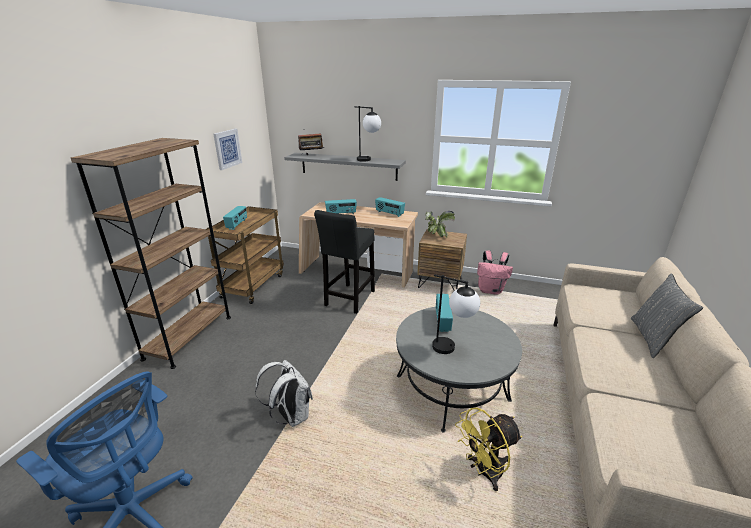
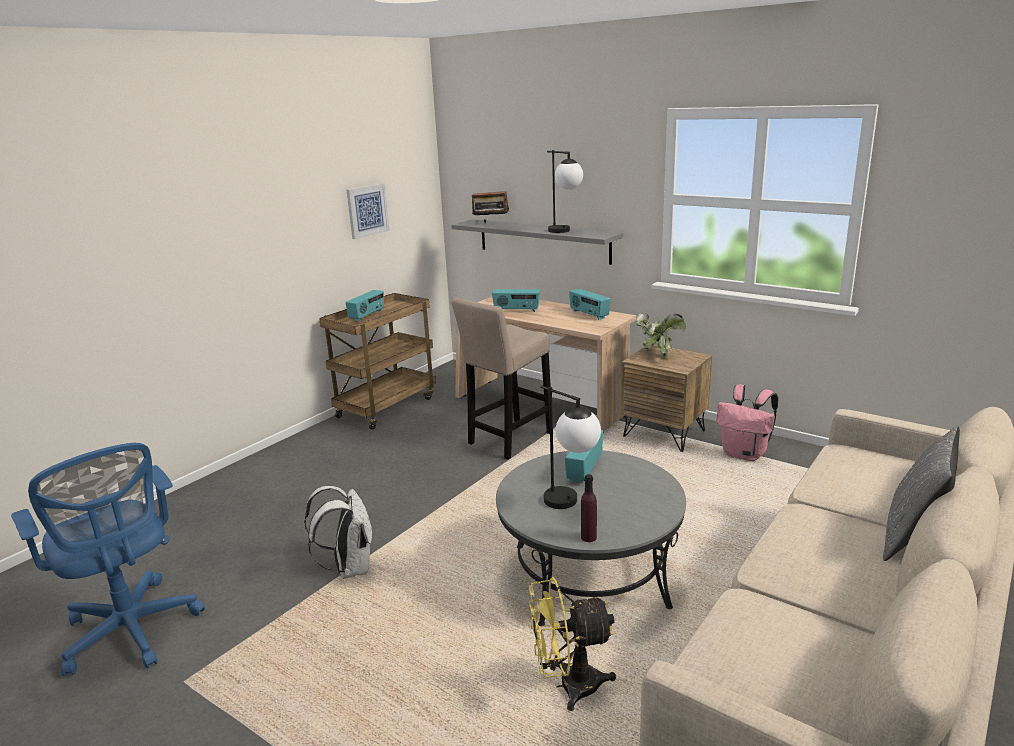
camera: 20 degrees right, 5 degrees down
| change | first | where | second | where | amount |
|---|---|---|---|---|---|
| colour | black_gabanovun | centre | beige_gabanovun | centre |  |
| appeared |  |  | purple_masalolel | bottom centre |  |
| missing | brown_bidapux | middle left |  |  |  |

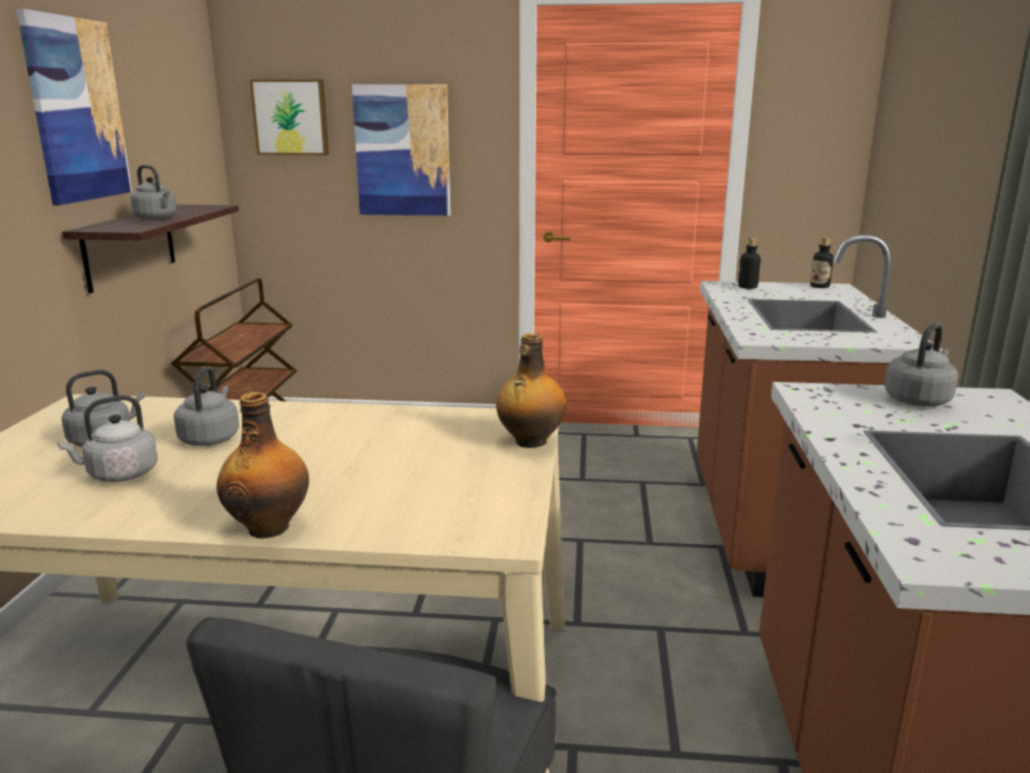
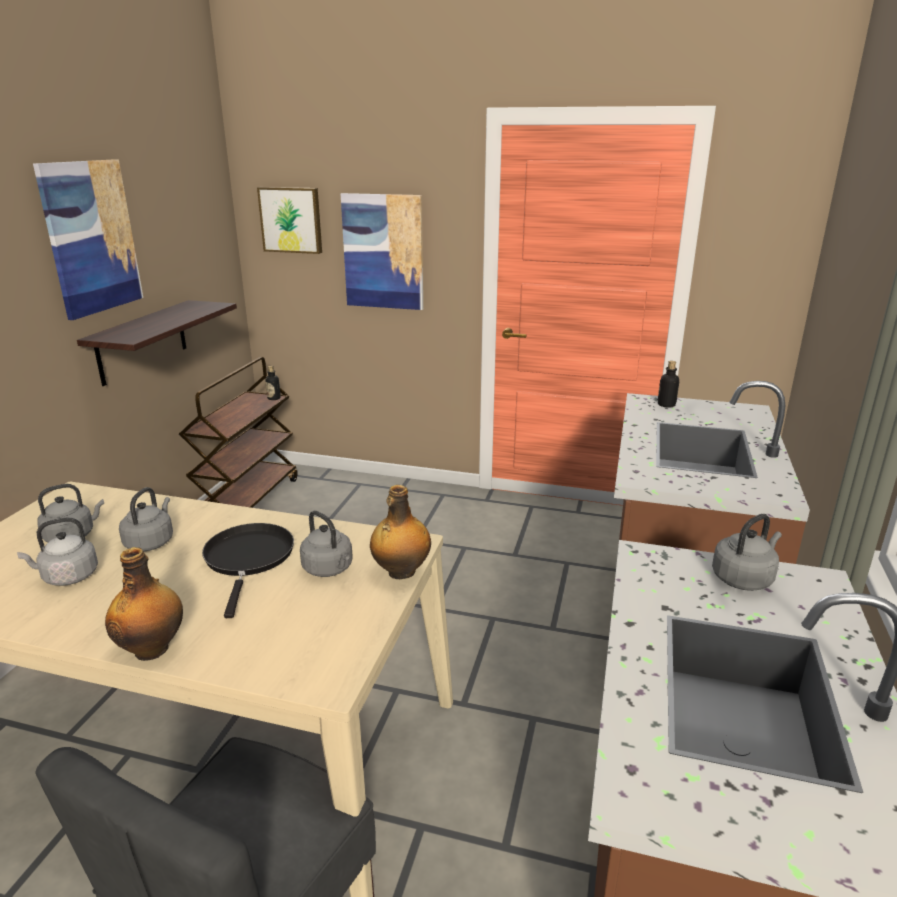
camera: 10 degrees right, 5 degrees up
| change | first | where | second | where | amount |
|---|---|---|---|---|---|
| appeared |  |  | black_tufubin | middle left |  |
| relocated | masalolel (no. 4 from left in the first image) | middle right | masalolel (no. 2 from left) | middle left |  |
| relocated | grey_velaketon (no. 3 from left in the first image) | top left | grey_velaketon (no. 4 from left) | centre |  |

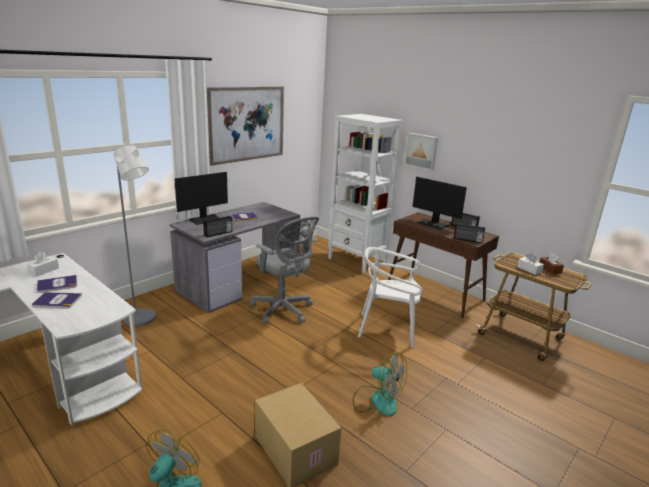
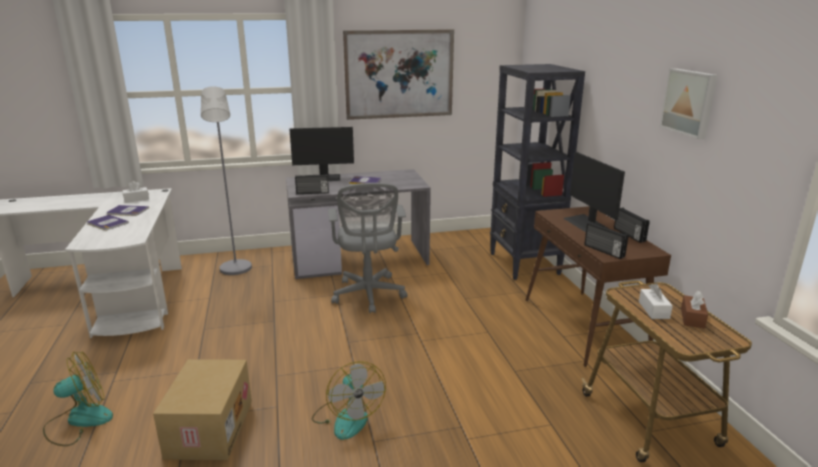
camera: 35 degrees right, 0 degrees up
| change | first | where | second | where | amount |
|---|---|---|---|---|---|
| colour | white_bidapux | centre | black_bidapux | centre |  |
| relocated | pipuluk (no. 2 from left) | top centre |  | top right |  |
| missing | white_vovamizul | centre |  |  |  |

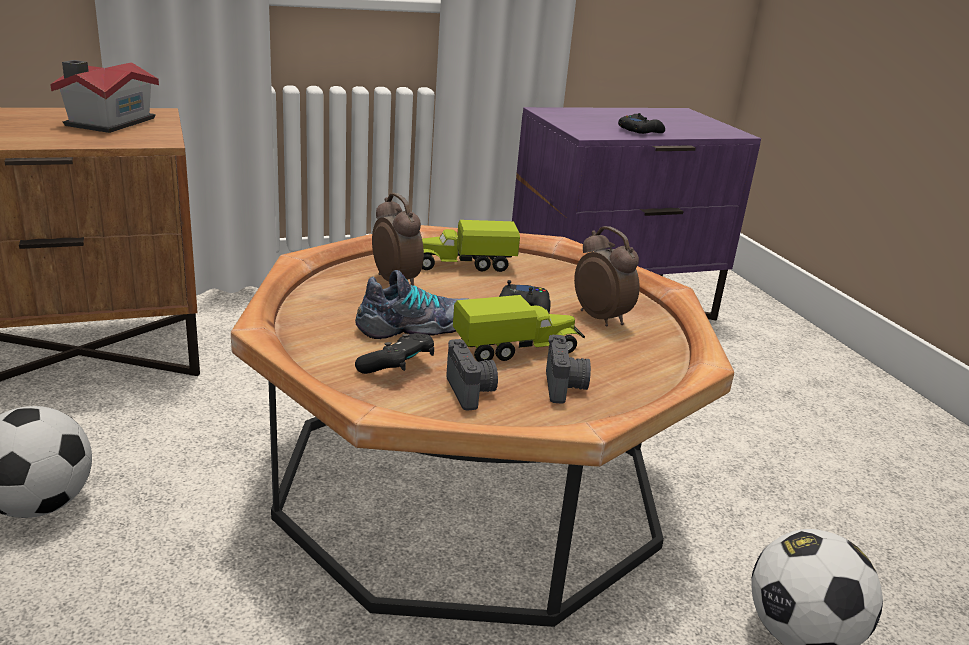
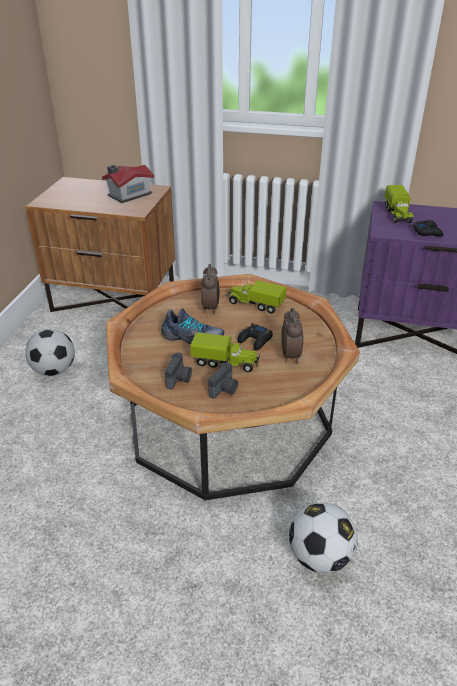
camera: 35 degrees right, 10 degrees up
| change | first | where | second | where | amount |
|---|---|---|---|---|---|
| appeared |  |  | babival (no. 3 from left) | top right |  |
| missing | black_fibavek (no. 1 from left) | centre |  |  |  |

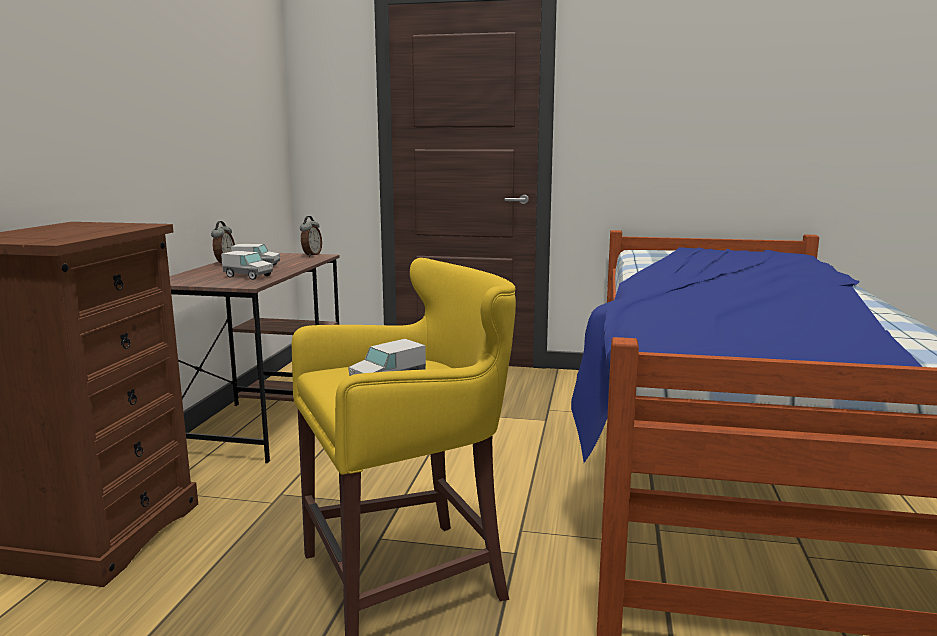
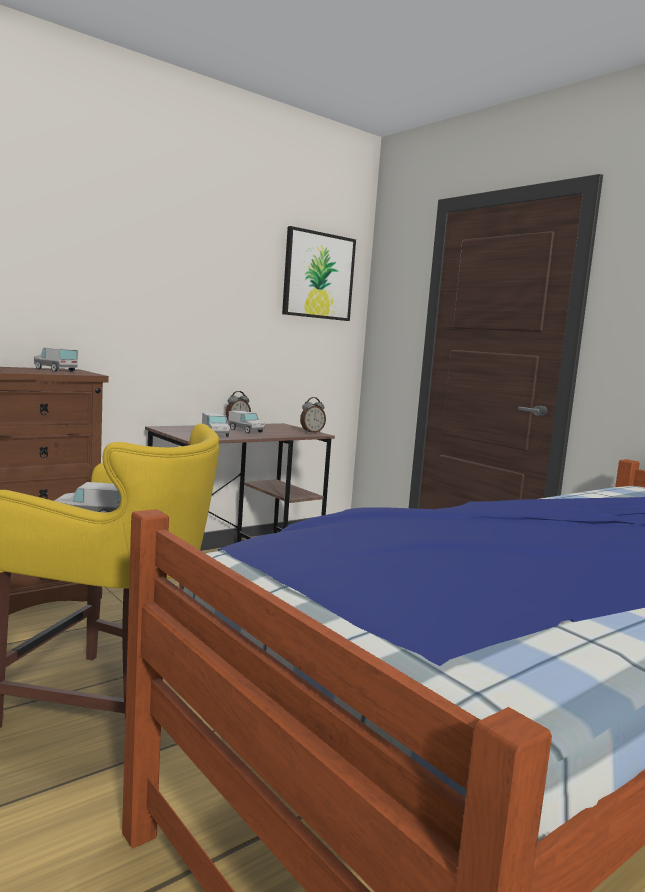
camera: 40 degrees right, 5 degrees down
| change | first | where | second | where | amount |
|---|---|---|---|---|---|
| appeared |  |  | babival (no. 1 from left) | middle left |  |
| appeared |  |  | pipuluk | top centre |  |

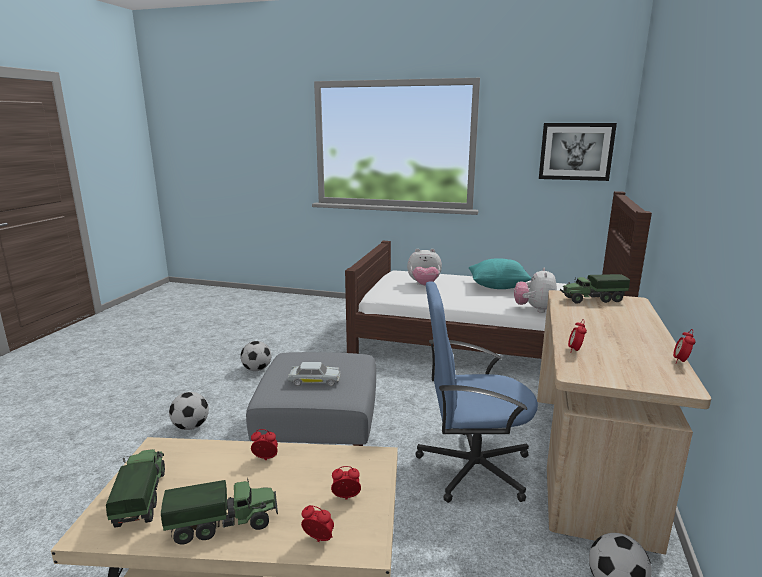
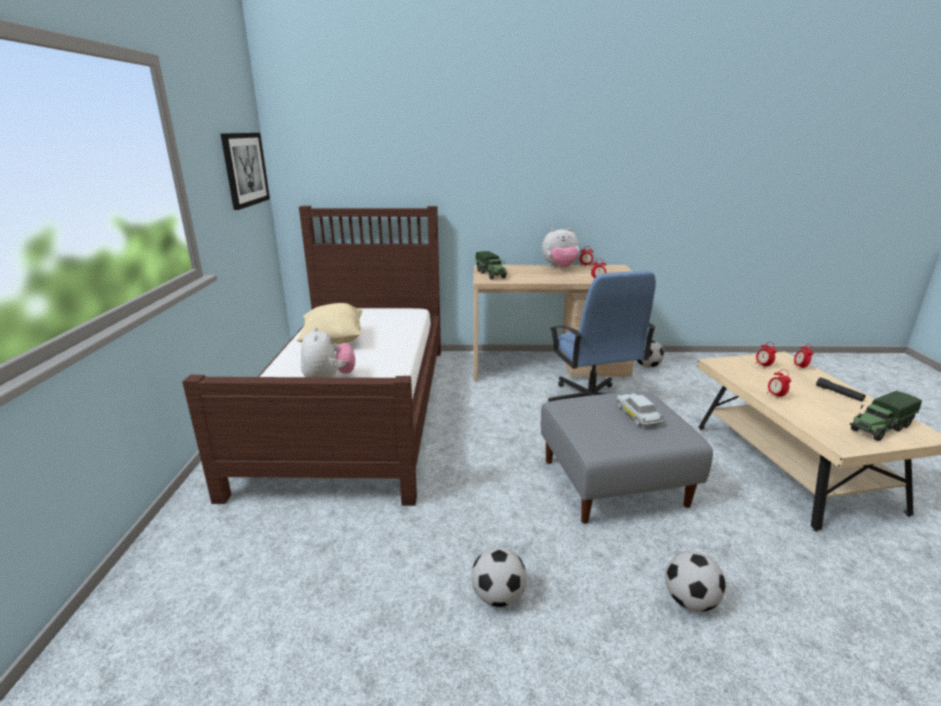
camera: 105 degrees left, 5 degrees up
| change | first | where | second | where | amount |
|---|---|---|---|---|---|
| colour | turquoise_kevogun | centre | beige_kevogun | centre |  |
| relocated | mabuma (no. 2 from left) | middle right |  | centre |  |
| exchanged | babival (no. 2 from left) | bottom left | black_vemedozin | middle right |  |

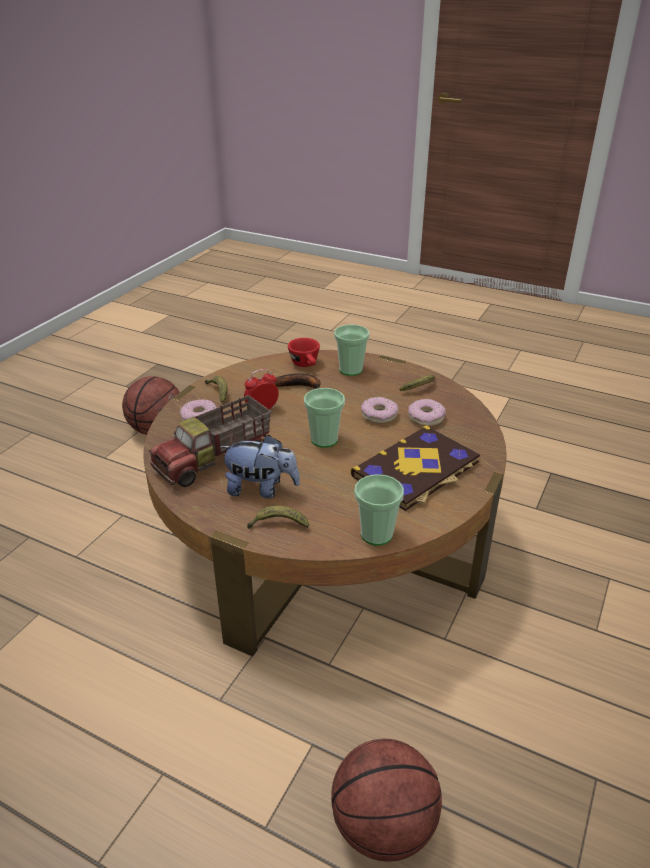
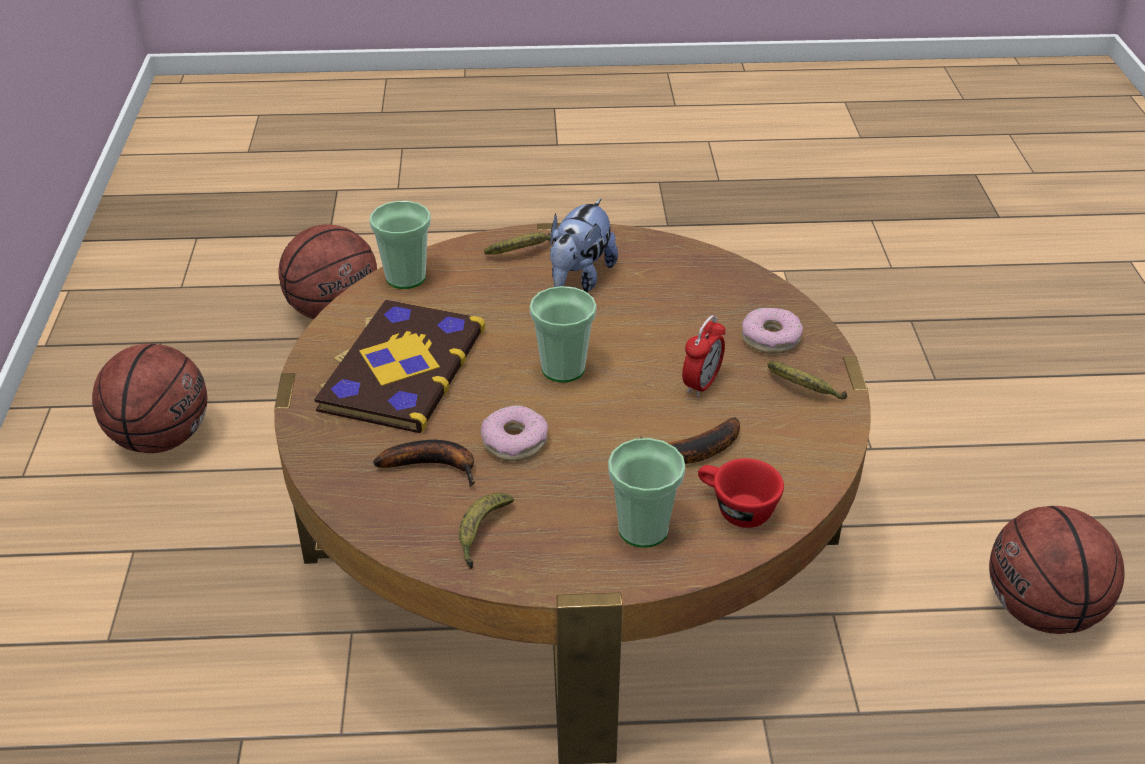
camera: 150 degrees right, 5 degrees up
| change | first | where | second | where | amount |
|---|---|---|---|---|---|
| appeared |  |  | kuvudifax (no. 1 from left) | middle left |  |
| exchanged | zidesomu (no. 3 from left) | centre | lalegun (no. 1 from left) | centre |  |
| spun | mabuma | centre |  | top centre | 45 degrees counterclockwise |
| missing | babival | middle left |  |  |  |

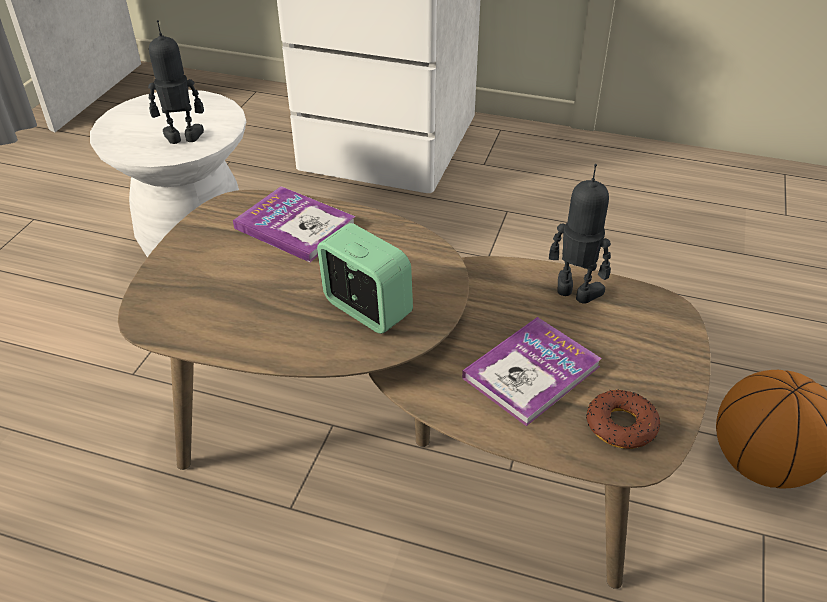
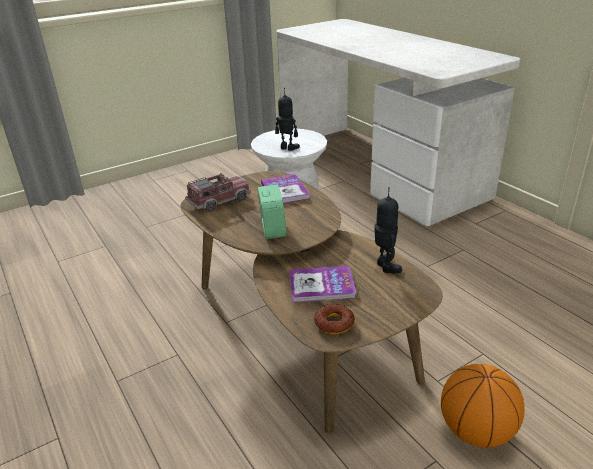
camera: 40 degrees right, 10 degrees down
| change | first | where | second | where | amount |
|---|---|---|---|---|---|
| appeared |  |  | babival | centre |  |

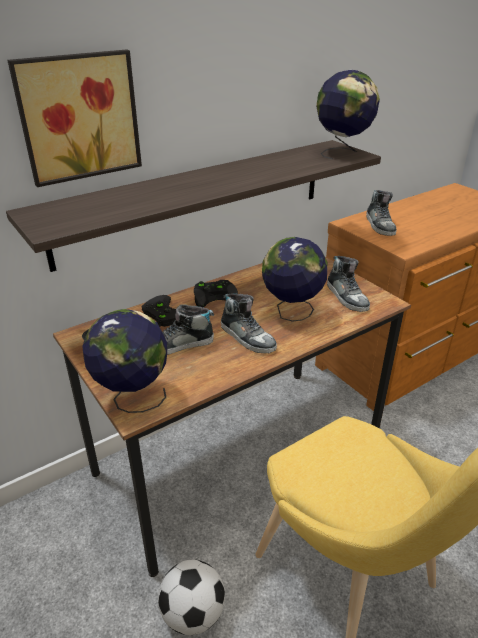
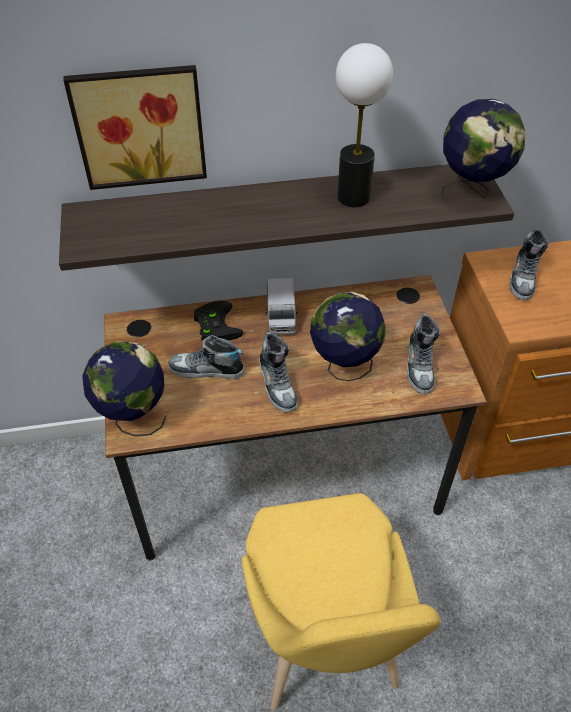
camera: 25 degrees right, 15 degrees up
| change | first | where | second | where | amount |
|---|---|---|---|---|---|
| exchanged | black_fibavek (no. 2 from left) | centre | babival | centre |  |
| appeared |  |  | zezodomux | top centre |  |
| missing | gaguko | bottom centre |  |  |  |

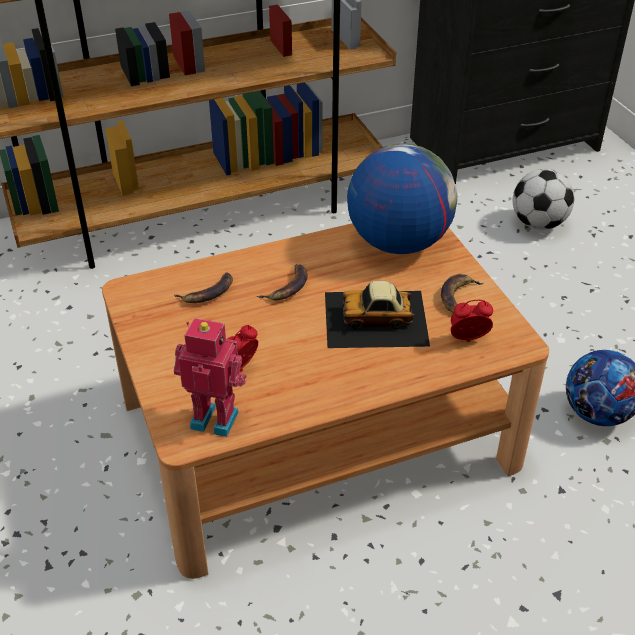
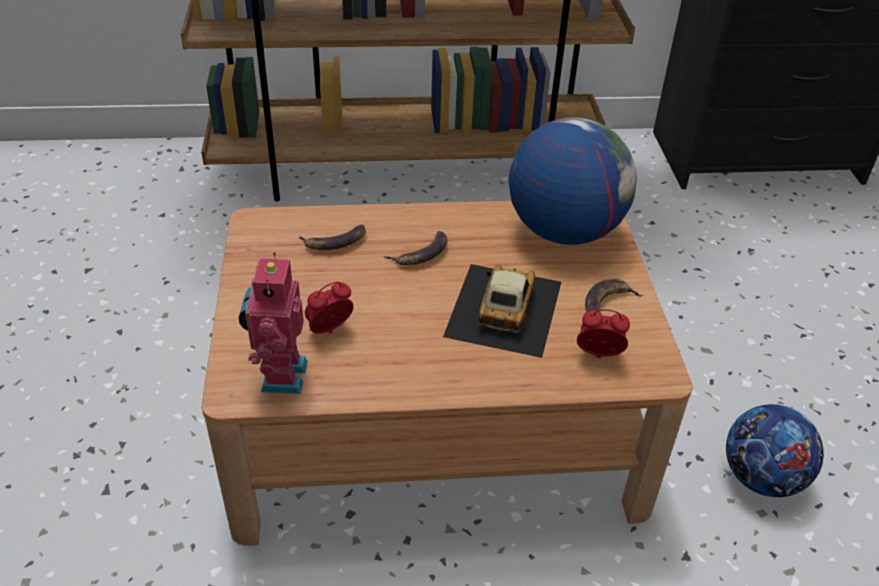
camera: 15 degrees right, 0 degrees up
| change | first | where | second | where | amount |
|---|---|---|---|---|---|
| spun | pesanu | middle left |  | middle left | 120 degrees counterclockwise |
| spun | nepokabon | centre |  | centre | 90 degrees clockwise |
| missing | gaguko (no. 1 from left) | top right |  |  |  |

